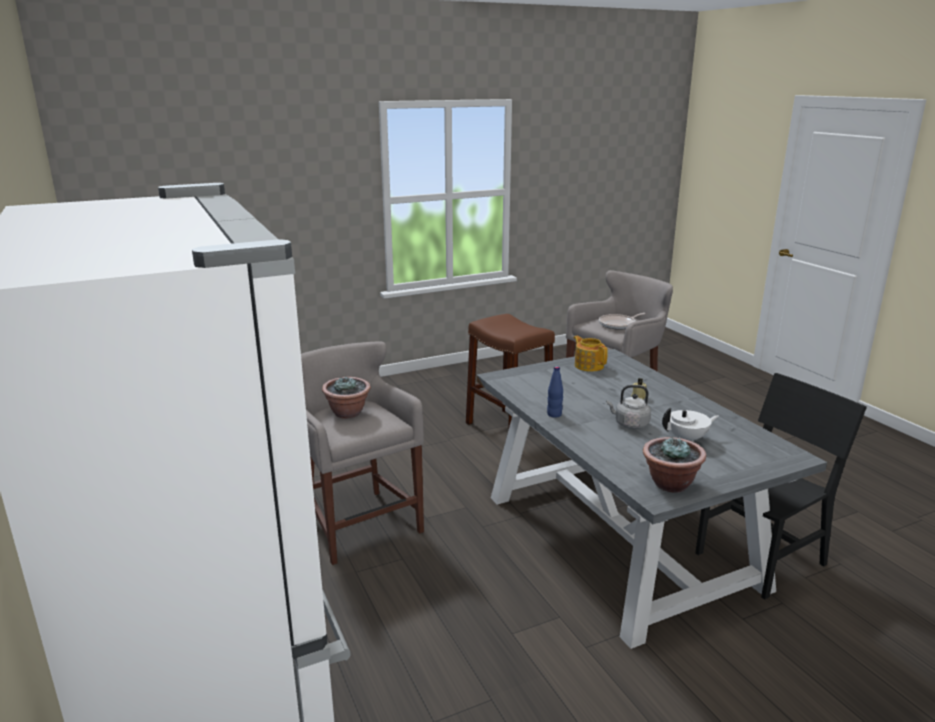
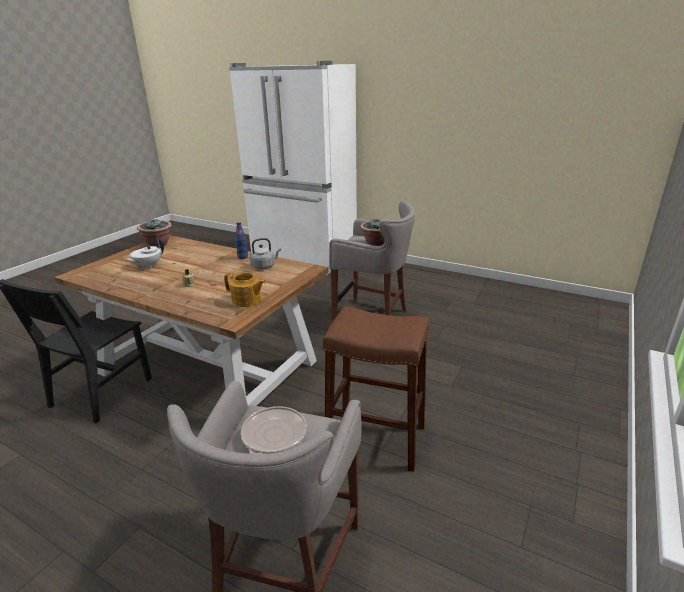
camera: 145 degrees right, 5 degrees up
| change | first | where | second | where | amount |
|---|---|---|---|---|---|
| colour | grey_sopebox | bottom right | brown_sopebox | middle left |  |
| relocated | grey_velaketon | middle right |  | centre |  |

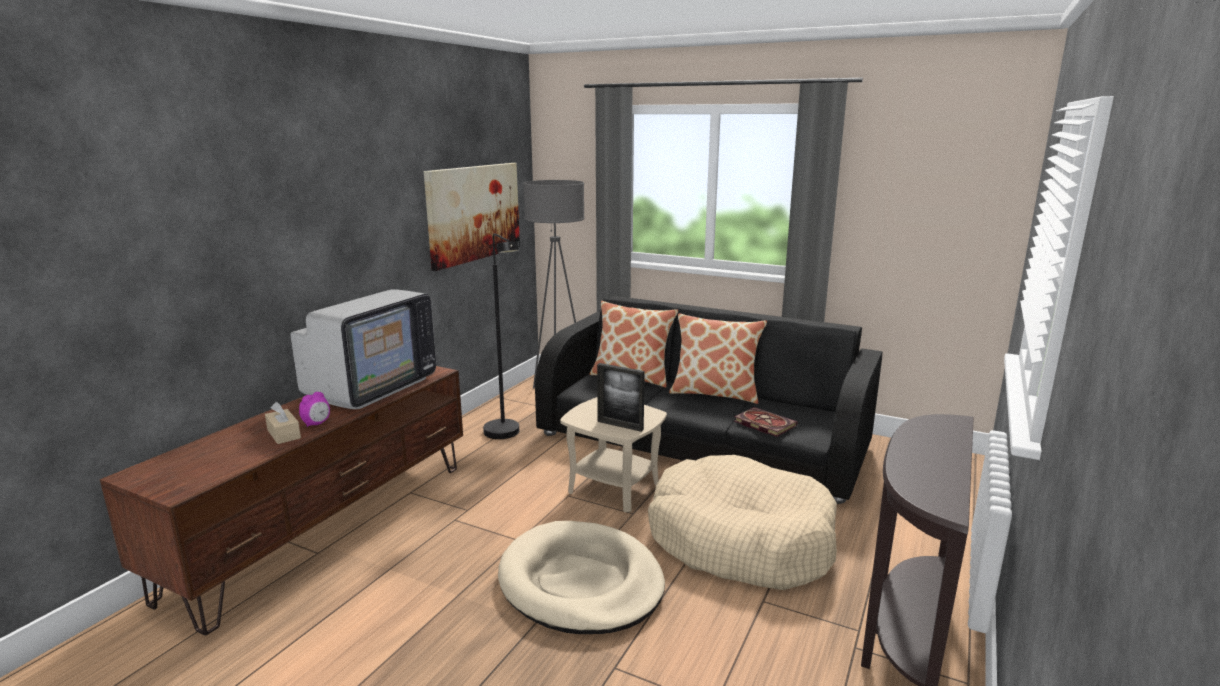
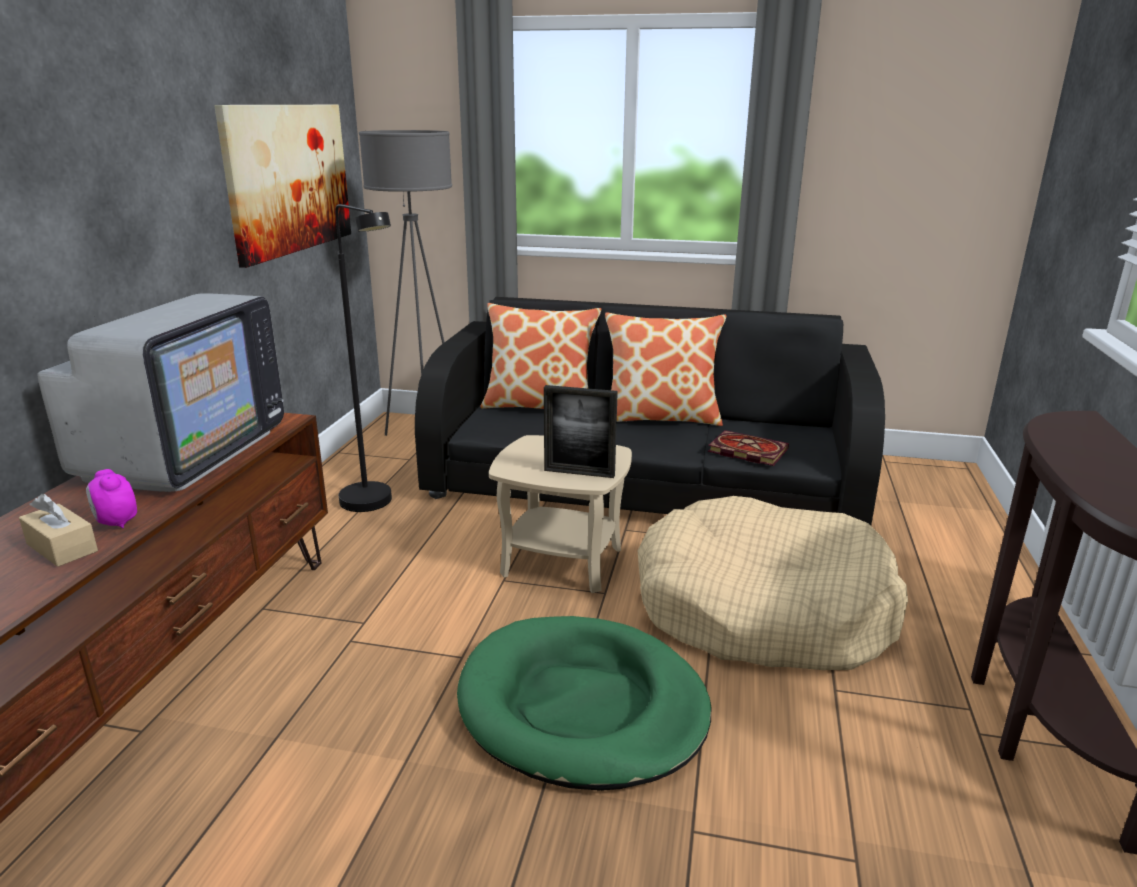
camera: 15 degrees left, 5 degrees up
| change | first | where | second | where | amount |
|---|---|---|---|---|---|
| spun | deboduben | middle left |  | middle left | 120 degrees clockwise |
| colour | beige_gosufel (no. 1 from left) | bottom centre | green_gosufel | bottom centre |  |

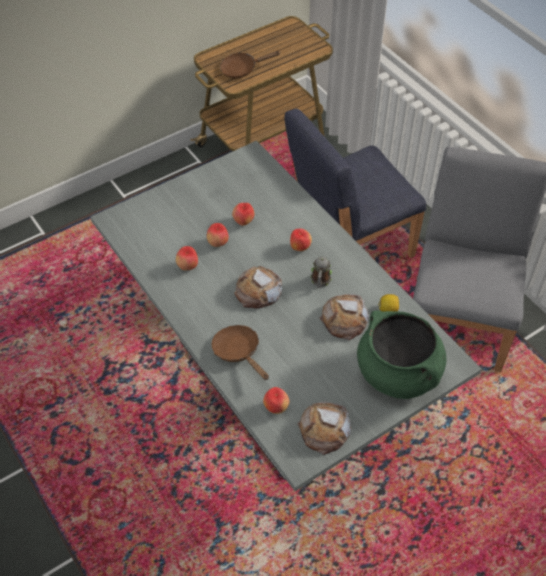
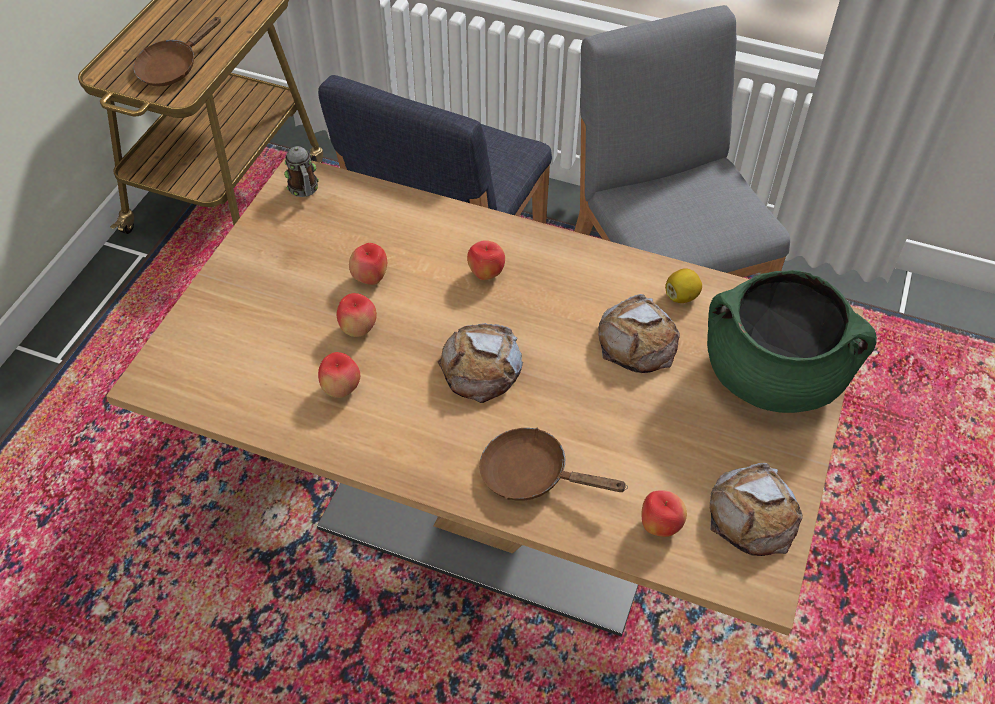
camera: 35 degrees left, 0 degrees up
| change | first | where | second | where | amount |
|---|---|---|---|---|---|
| colour | grey_sopebox | centre | brown_sopebox | centre |  |
| relocated | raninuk | centre |  | top left |  |

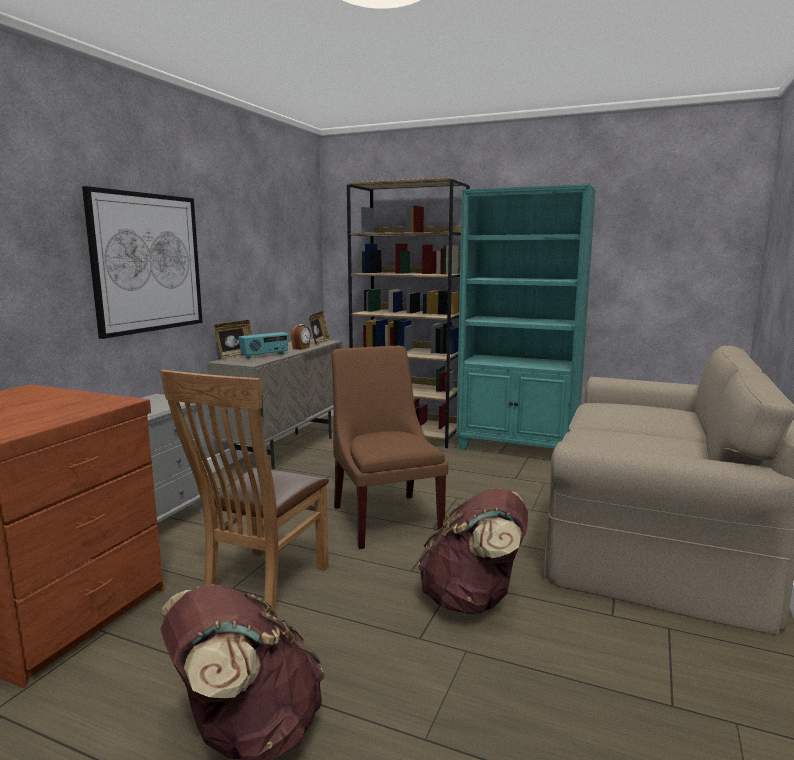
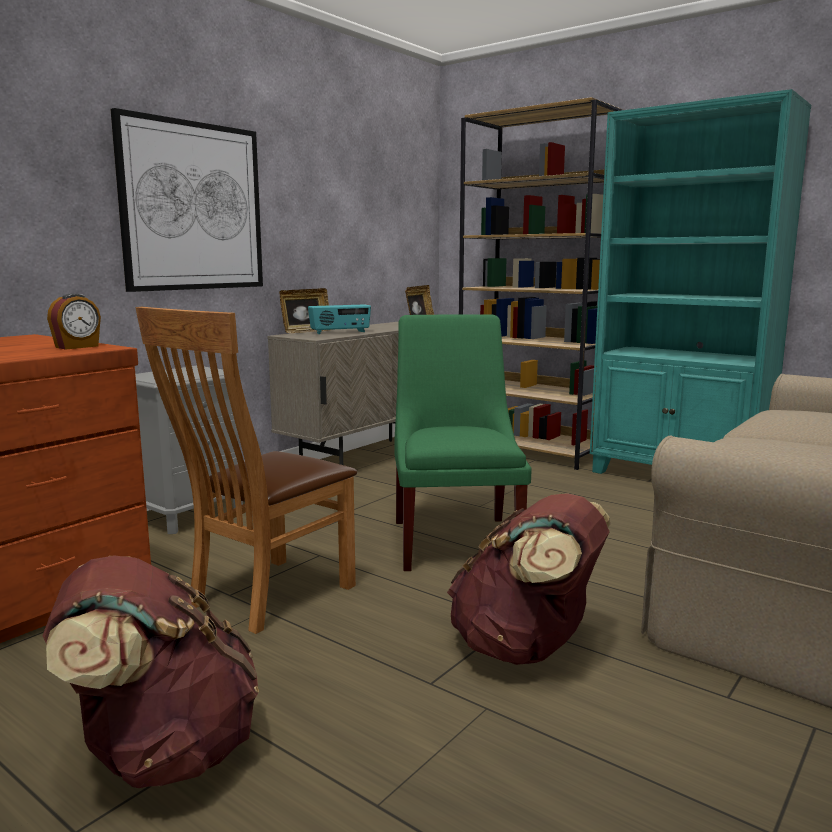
camera: 15 degrees right, 0 degrees up
| change | first | where | second | where | amount |
|---|---|---|---|---|---|
| relocated | deboduben | centre |  | middle left |  |
| colour | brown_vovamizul (no. 2 from left) | centre | green_vovamizul | centre |  |

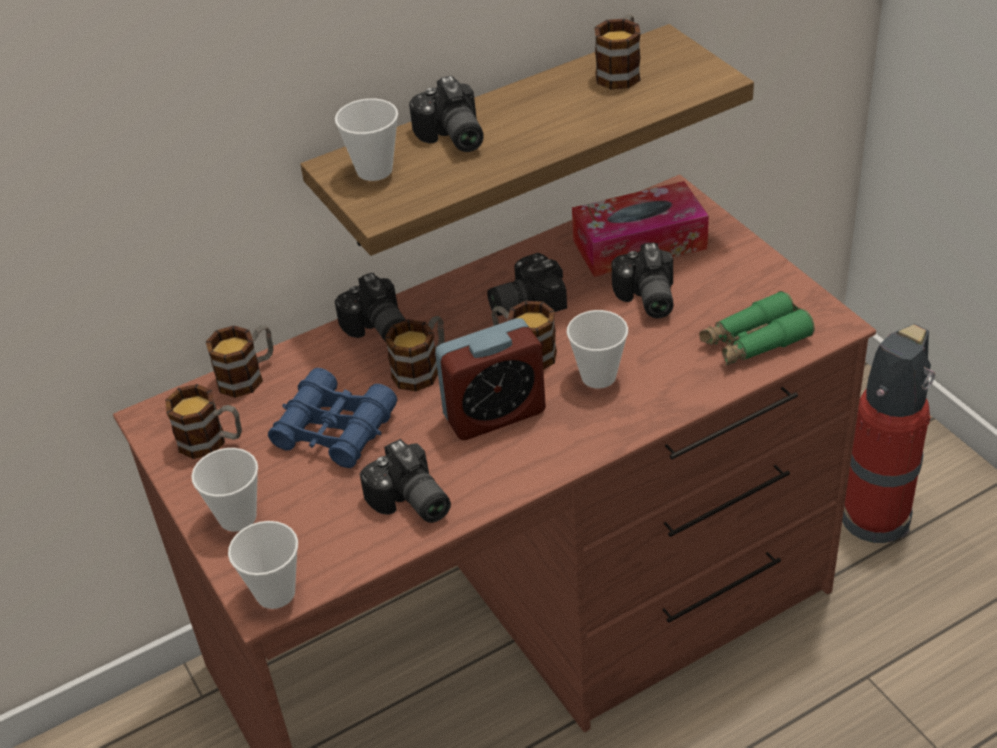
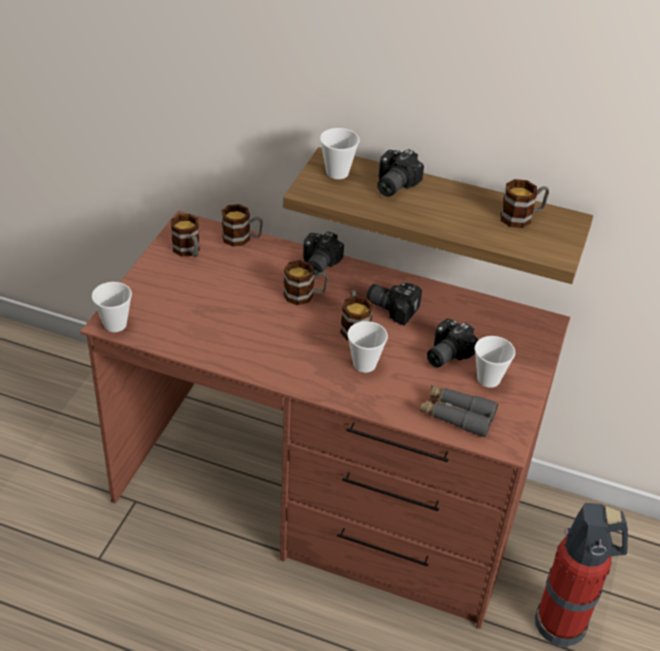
camera: 45 degrees right, 0 degrees up
| change | first | where | second | where | amount |
|---|---|---|---|---|---|
| colour | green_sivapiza | middle right | grey_sivapiza | middle right |  |
| relocated | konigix (no. 1 from left in the first image) | middle left | konigix (no. 4 from left) | middle right |  |
| missing | blue_sivapiza | middle left |  |  |  |
| missing | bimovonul (no. 2 from left) | centre |  |  |  |
| missing | deboduben | centre |  |  |  |
| missing | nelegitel | top centre |  |  |  |

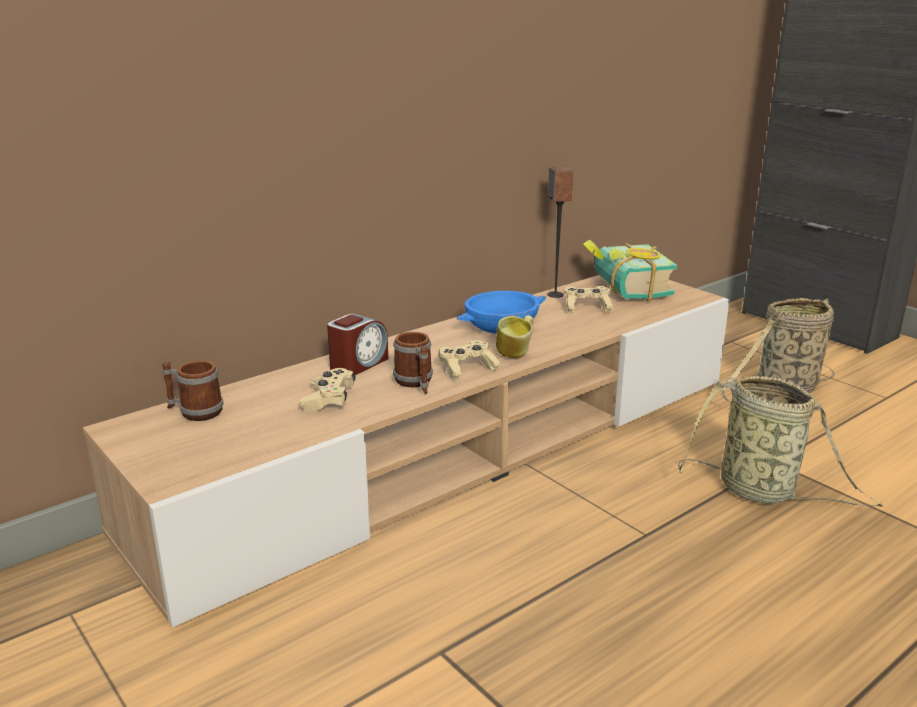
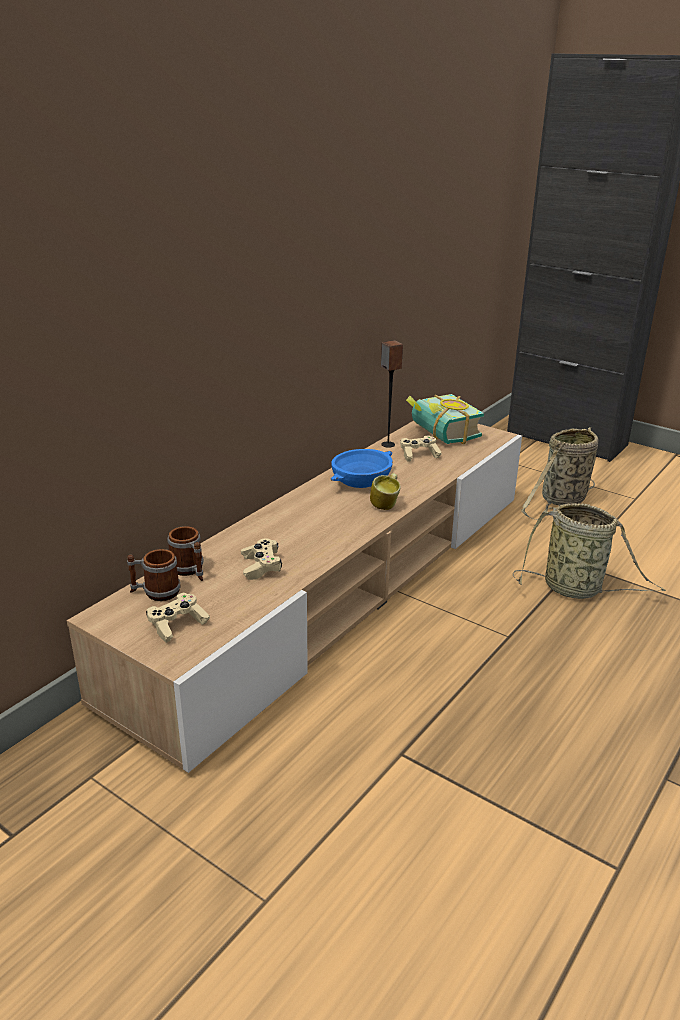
camera: 15 degrees left, 5 degrees up
| change | first | where | second | where | amount |
|---|---|---|---|---|---|
| relocated | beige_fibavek (no. 2 from left in the first image) | centre | beige_fibavek (no. 1 from left) | middle left |  |
| relocated | raninuk (no. 2 from left) | centre |  | middle left |  |
| missing | deboduben | centre |  |  |  |

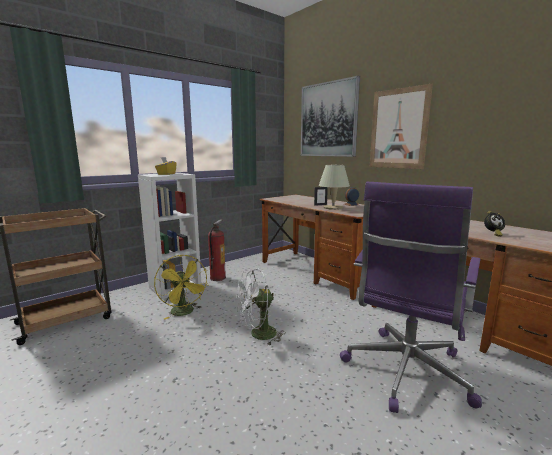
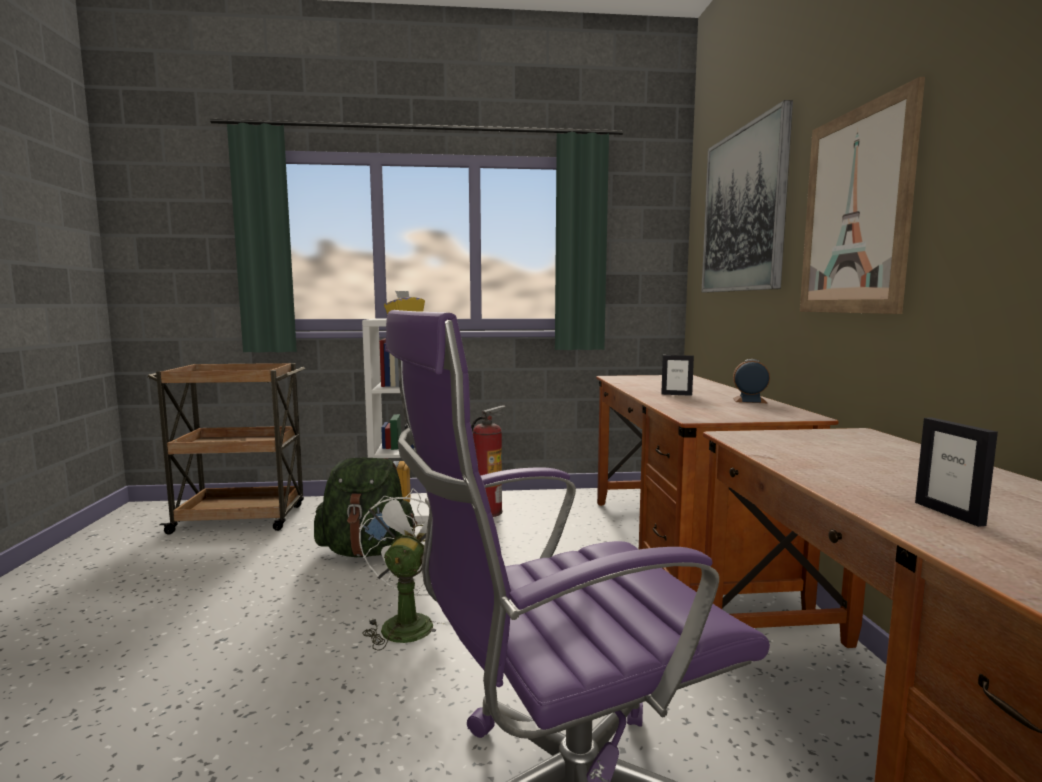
camera: 35 degrees right, 5 degrees down
| change | first | where | second | where | amount |
|---|---|---|---|---|---|
| exchanged | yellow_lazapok | middle left | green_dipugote | centre |  |
| spun | white_lazapok | bottom centre |  | bottom centre | 90 degrees clockwise |
| exchanged | deboduben (no. 2 from left) | middle right | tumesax (no. 2 from left) | middle right |  |
| missing | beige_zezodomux | centre |  |  |  |

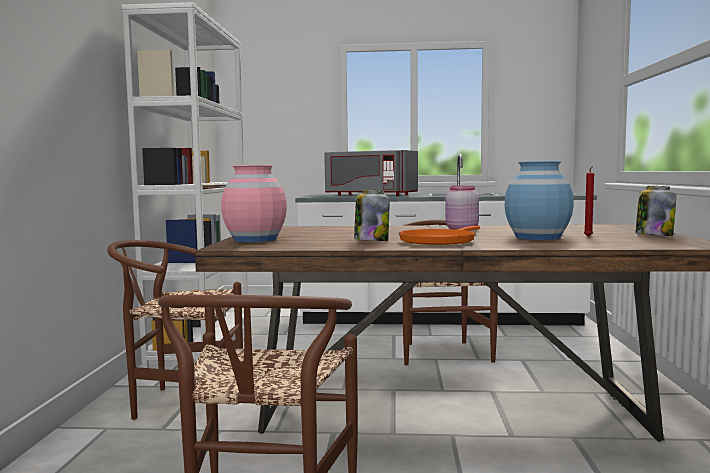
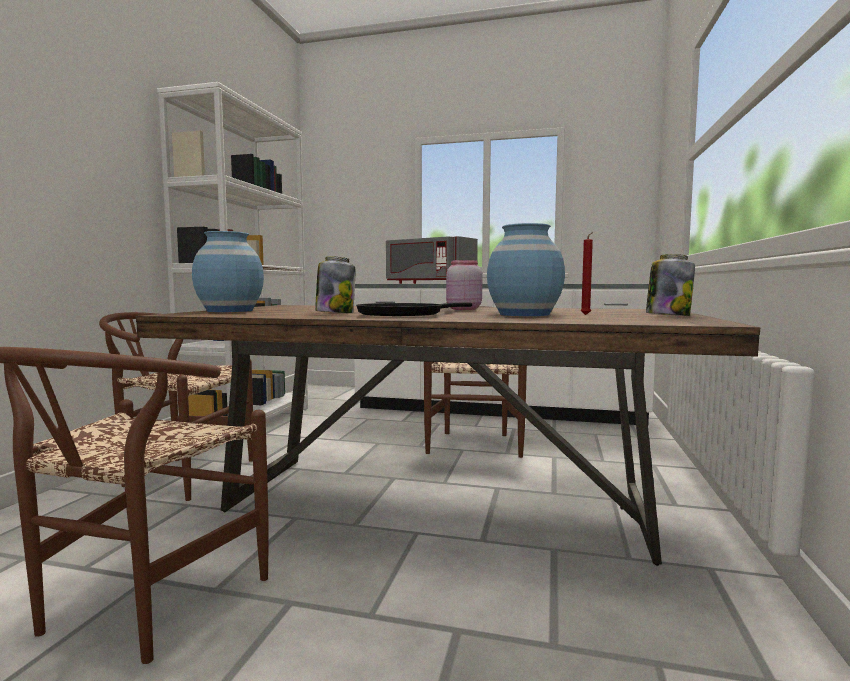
camera: 10 degrees right, 0 degrees up
| change | first | where | second | where | amount |
|---|---|---|---|---|---|
| colour | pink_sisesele | centre | blue_sisesele (no. 1 from left) | middle left |  |
| colour | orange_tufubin | centre | black_tufubin | centre |  |

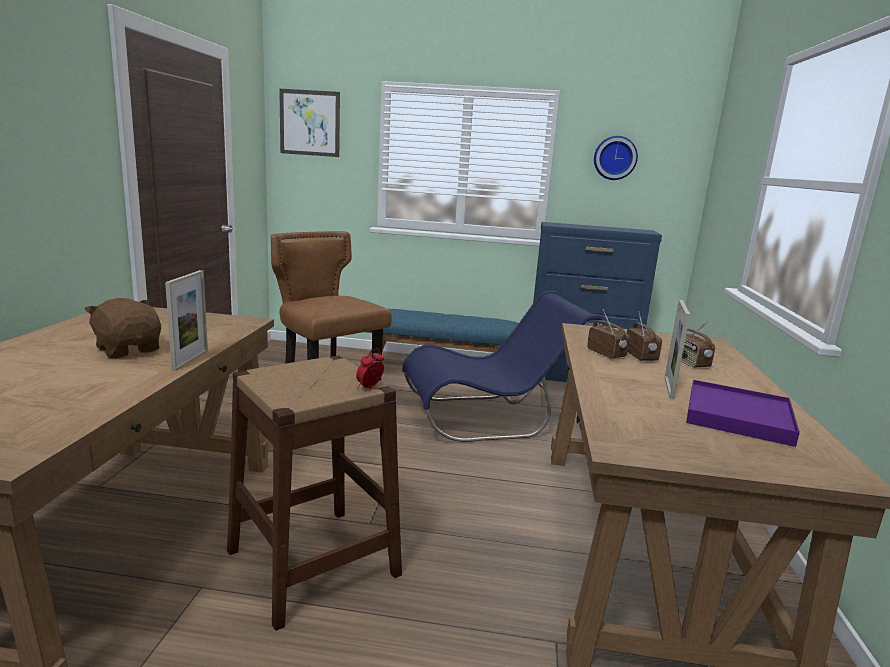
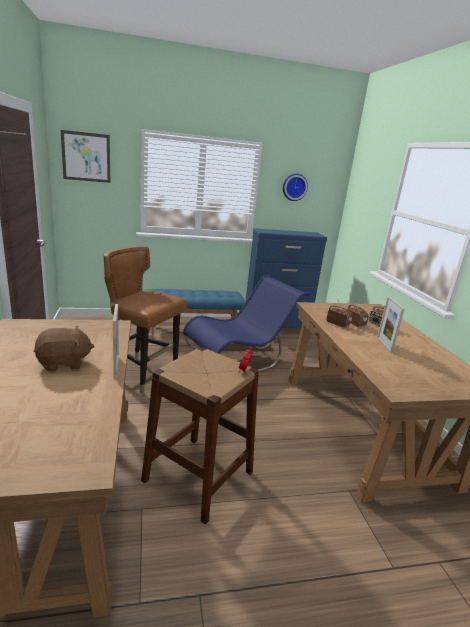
camera: 20 degrees left, 5 degrees up
| change | first | where | second | where | amount |
|---|---|---|---|---|---|
| spun | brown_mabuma | middle left |  | middle left | 135 degrees clockwise |
| missing | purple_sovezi | middle right |  |  |  |

